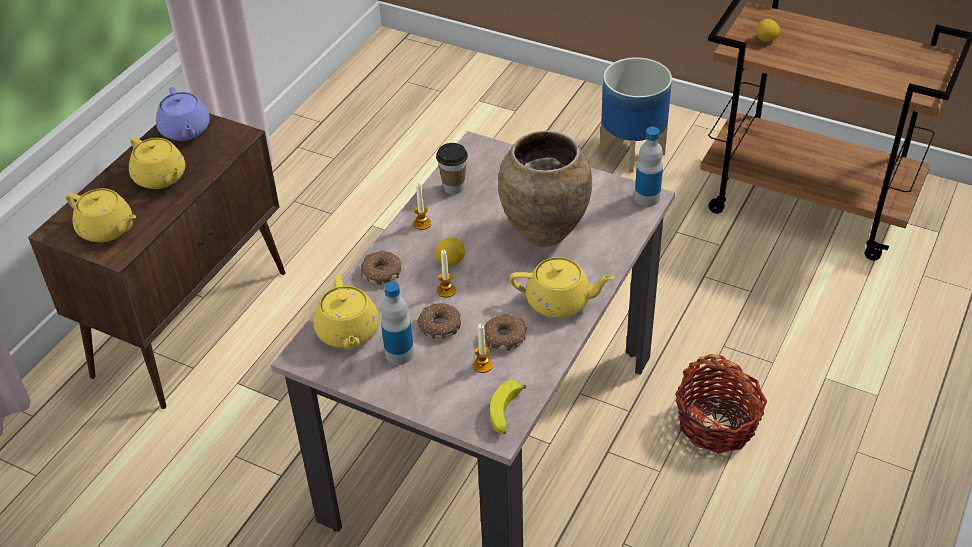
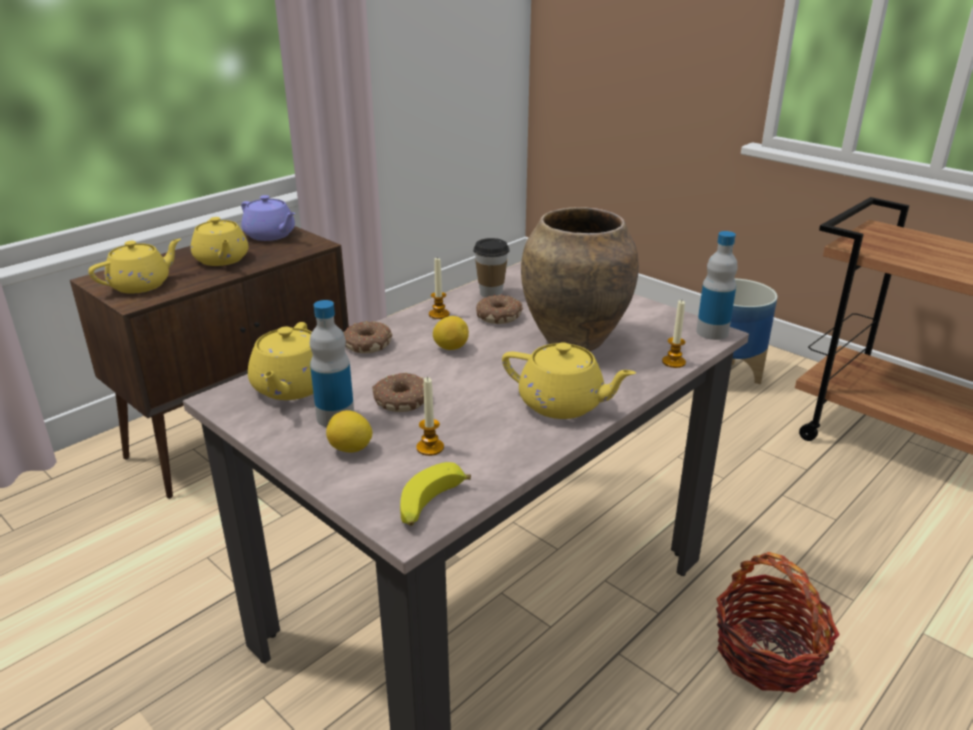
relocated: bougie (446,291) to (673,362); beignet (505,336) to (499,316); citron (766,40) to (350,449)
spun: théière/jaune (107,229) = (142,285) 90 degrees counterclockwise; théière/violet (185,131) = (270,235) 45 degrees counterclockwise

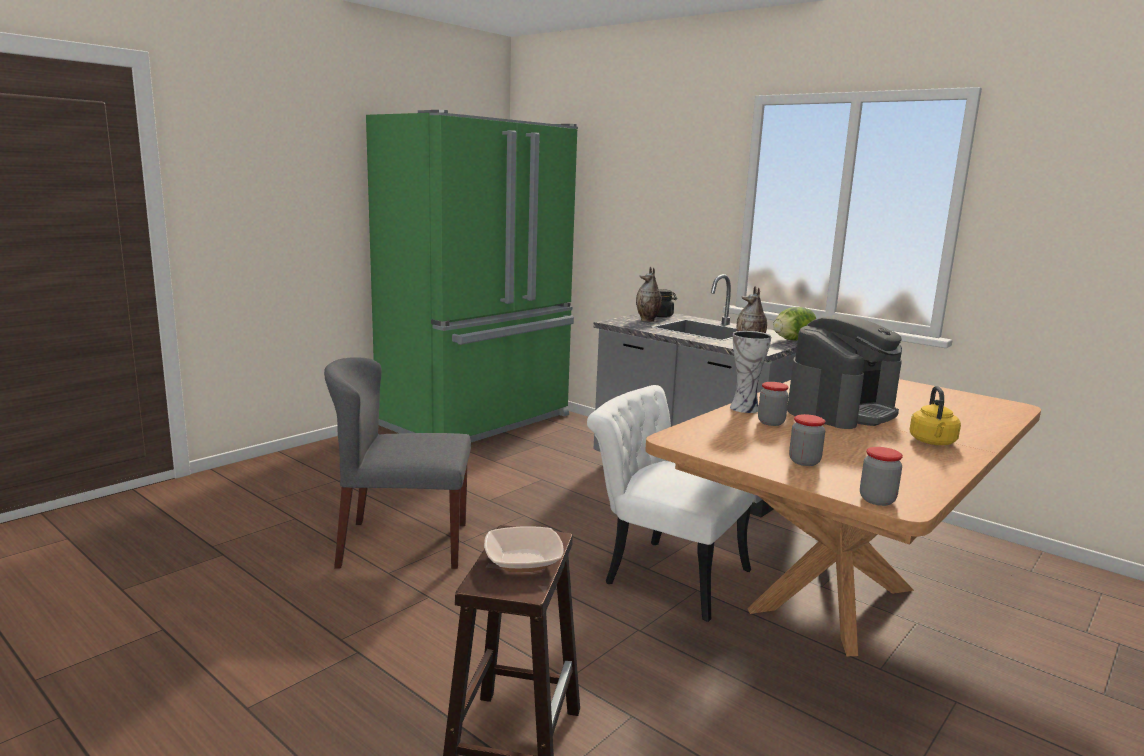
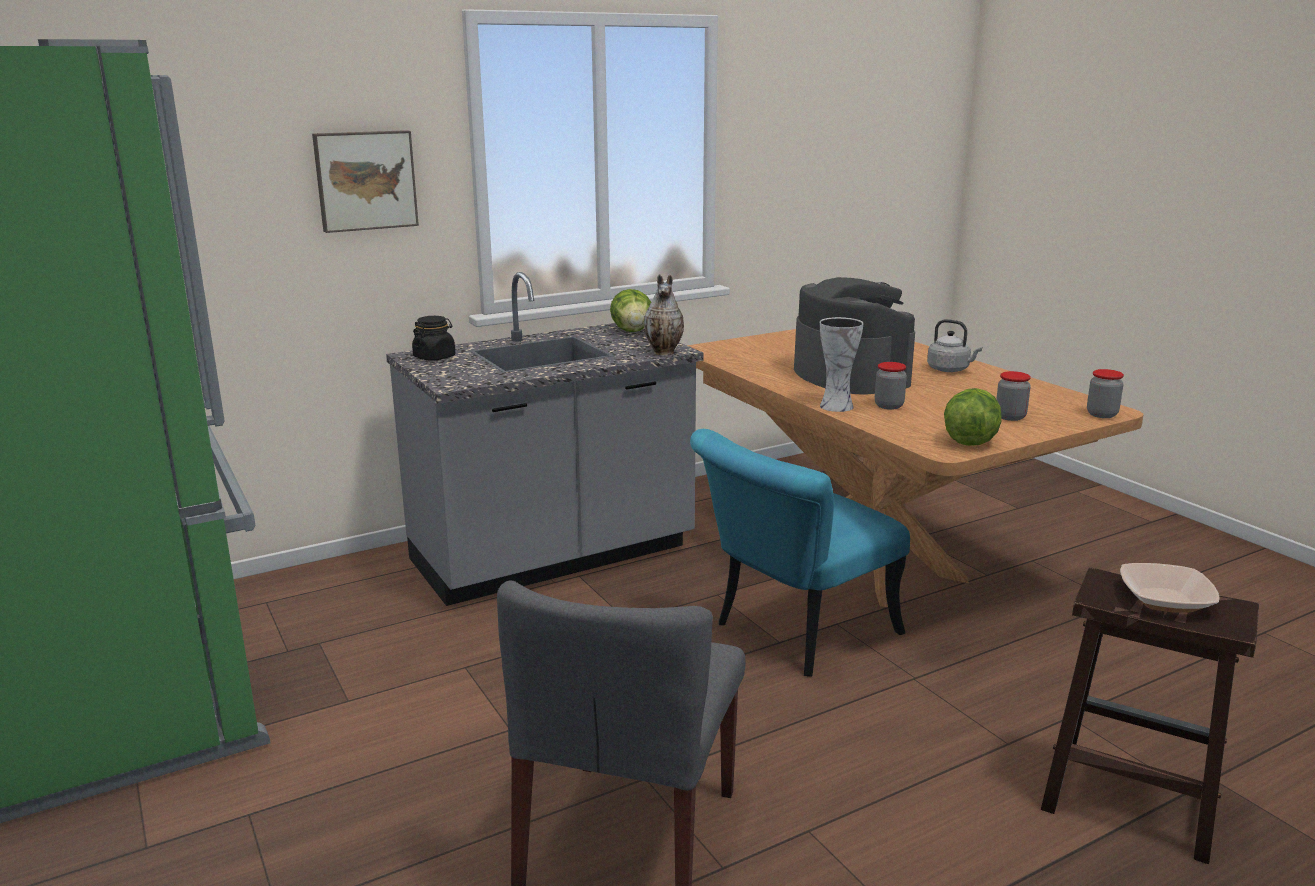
missing: vase (648,320)
appeared: tableau (365,180); laitue (970,441)
colour: chaise/blanc (663,573) to chaise/turquoise (793,635); bouilloire/jaune (933,442) to bouilloire/gris (950,370)

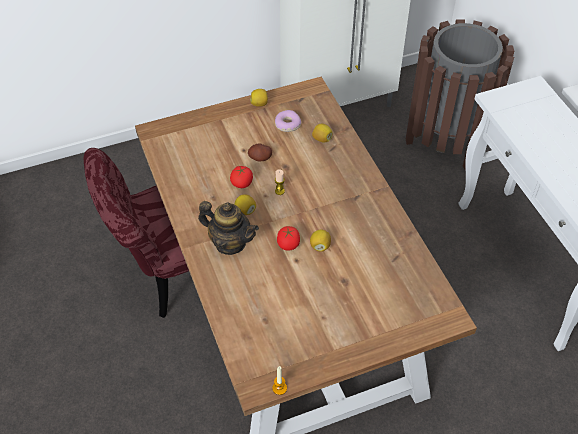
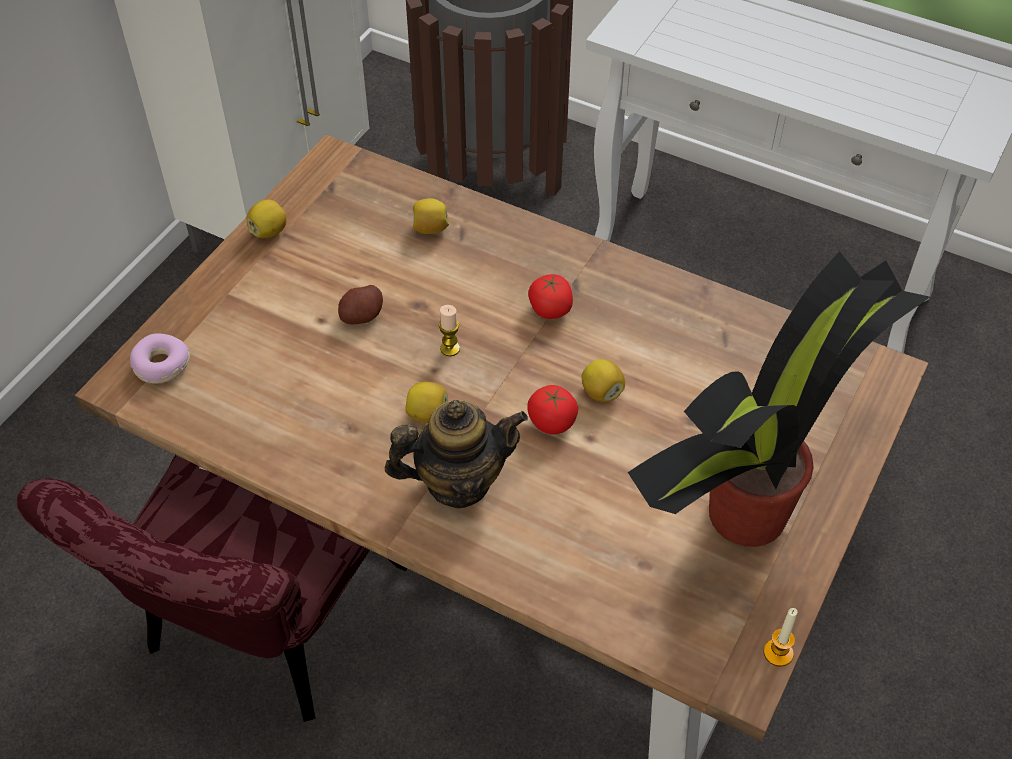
appeared: plante en pot (751,510)
relocated: tomate (242,183) to (550,310); beignet (287,124) to (161,365)

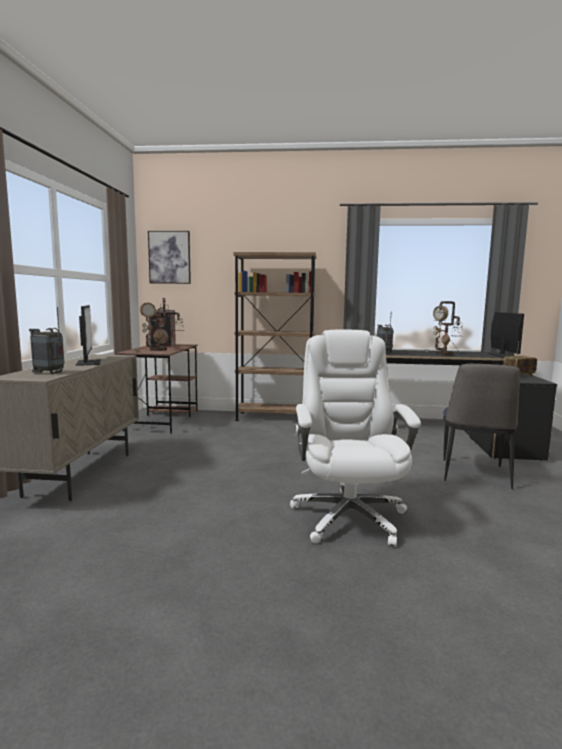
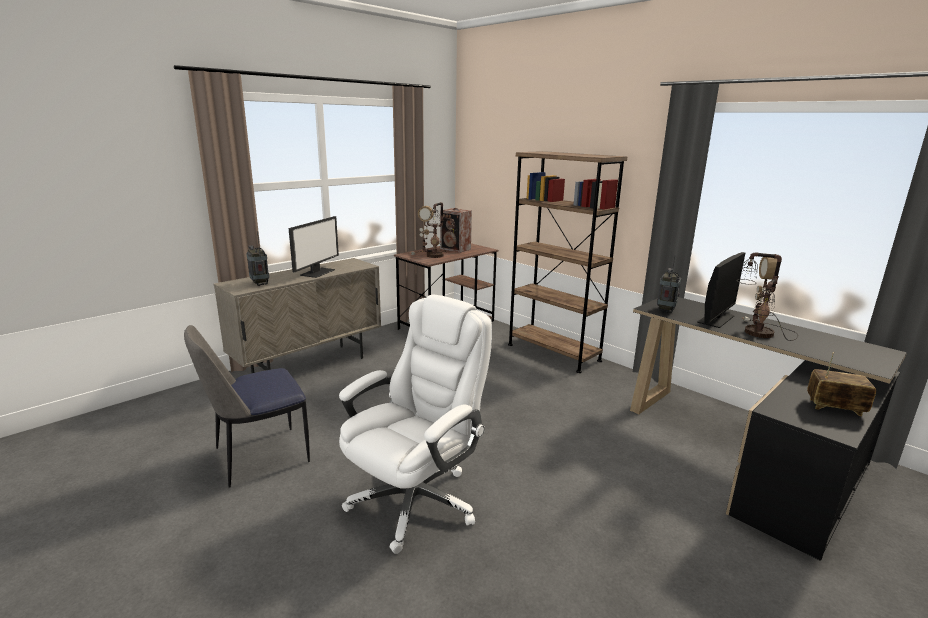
missing: tableau (169,257)
relocated: chaise (474,474) to (258,456); écran d'ordinateur (502,355) to (716,319)

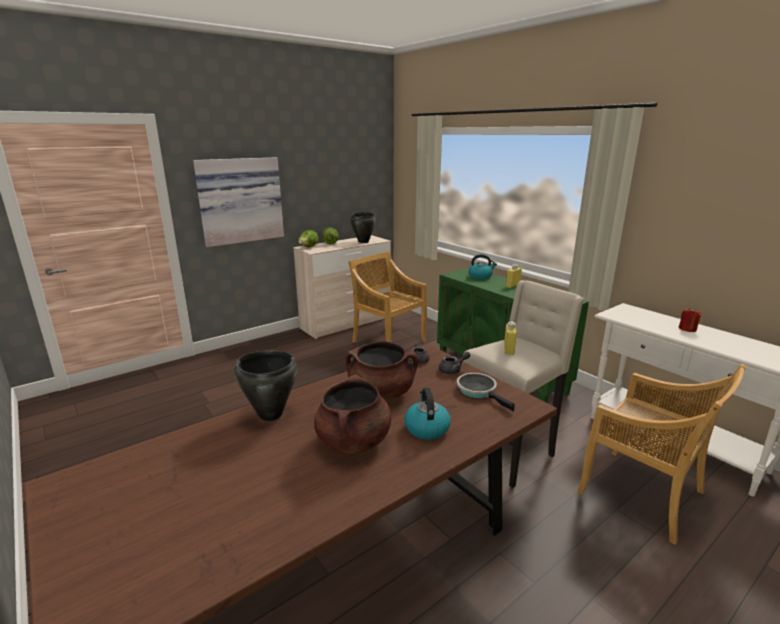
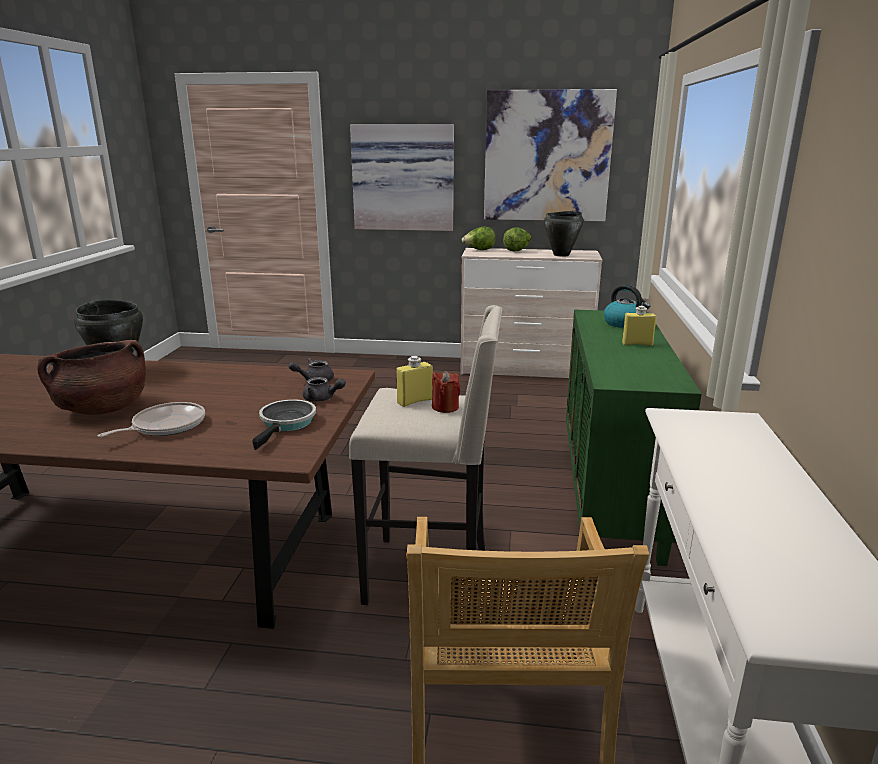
missing: marmite/marron (381,393); chaise/beige (388,341)
appeared: tableau (547,157)
relocated: bougie/rouge (687,329) to (445,407)
exchanged: bouilloire (426,428) to poêle (165,426)

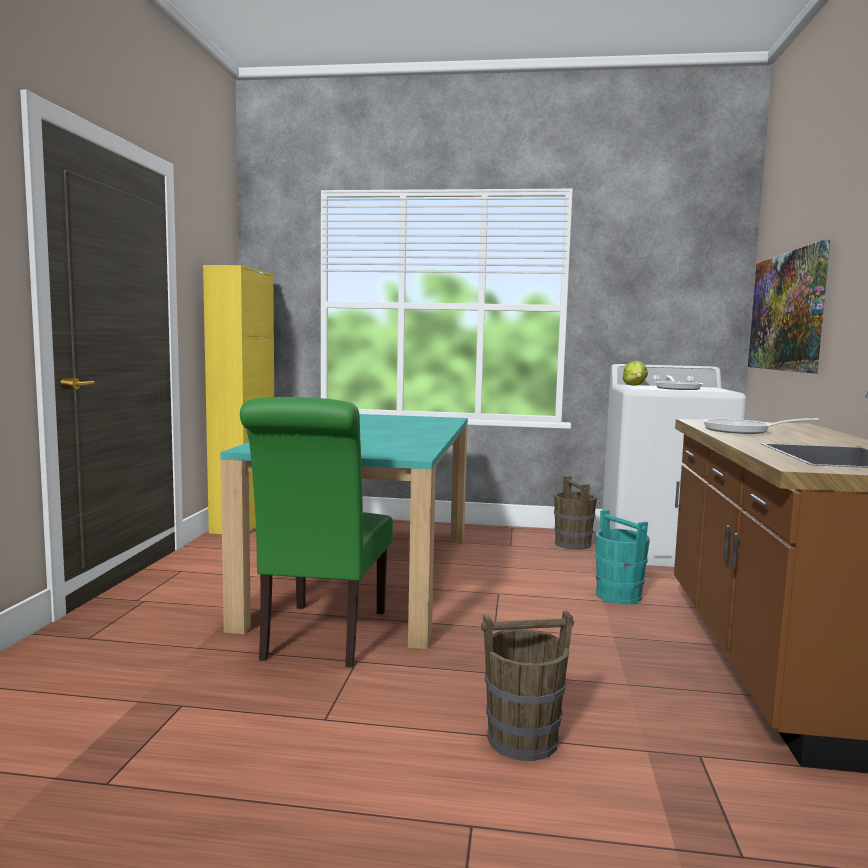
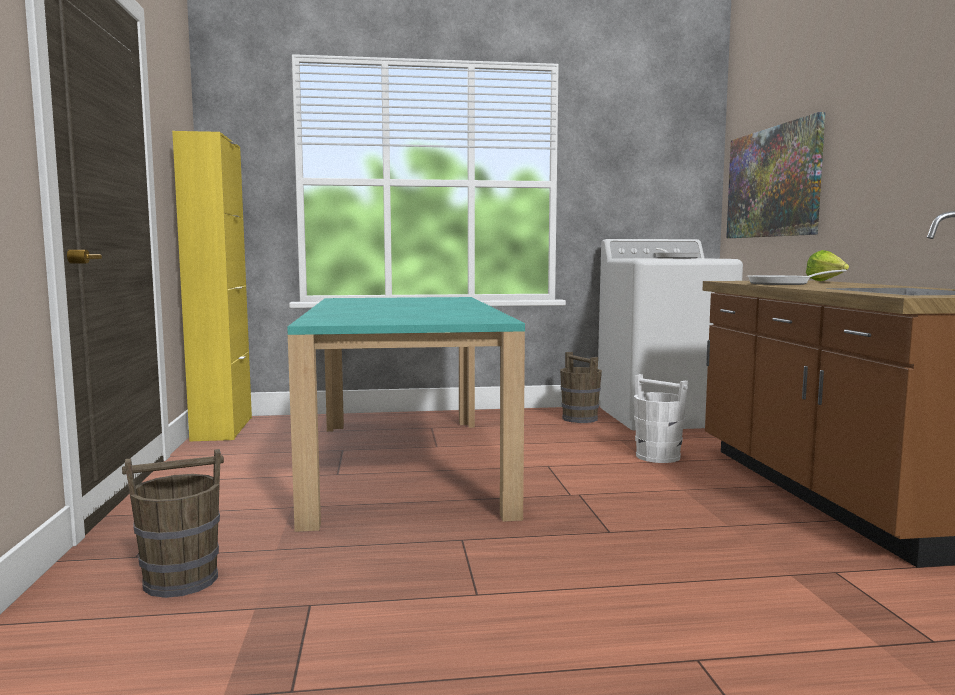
missing: chaise/vert (321,638)
relocated: seau/marron (523,739) to (181,580); laitue (634,386) to (826,281)
colour: seau/turquoise (618,596) to seau/blanc (658,456)

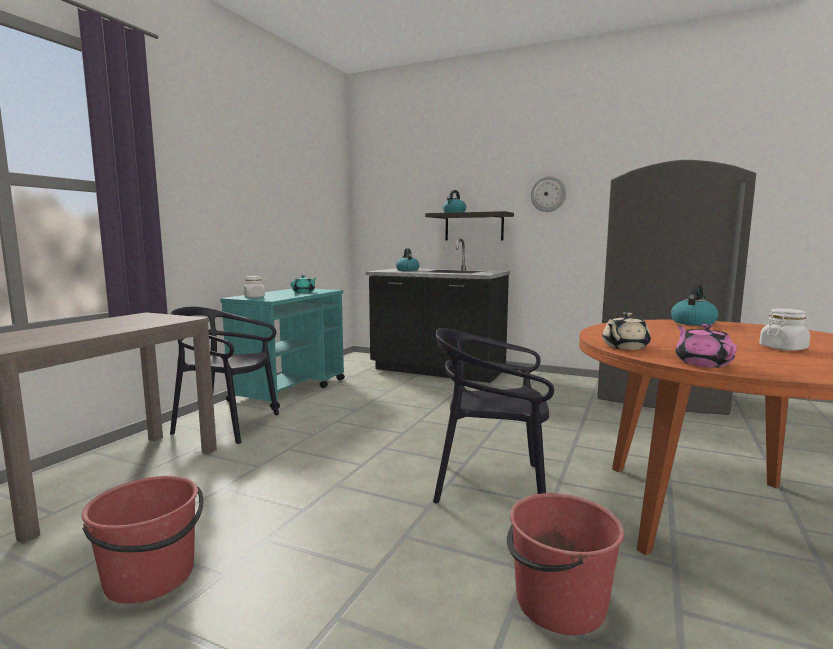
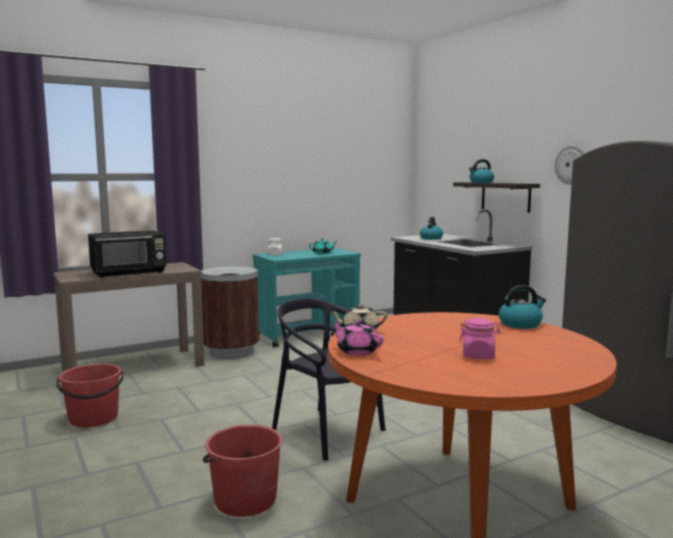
appeared: micro-ondes/noir (129,273)
exchanged: chaise/noir (227,425) to poubelle/marron (231,351)
colour: bocal/blanc (783,348) to bocal/rose (478,356)
spun: théière/rose (702,363) = (357,351) 75 degrees counterclockwise

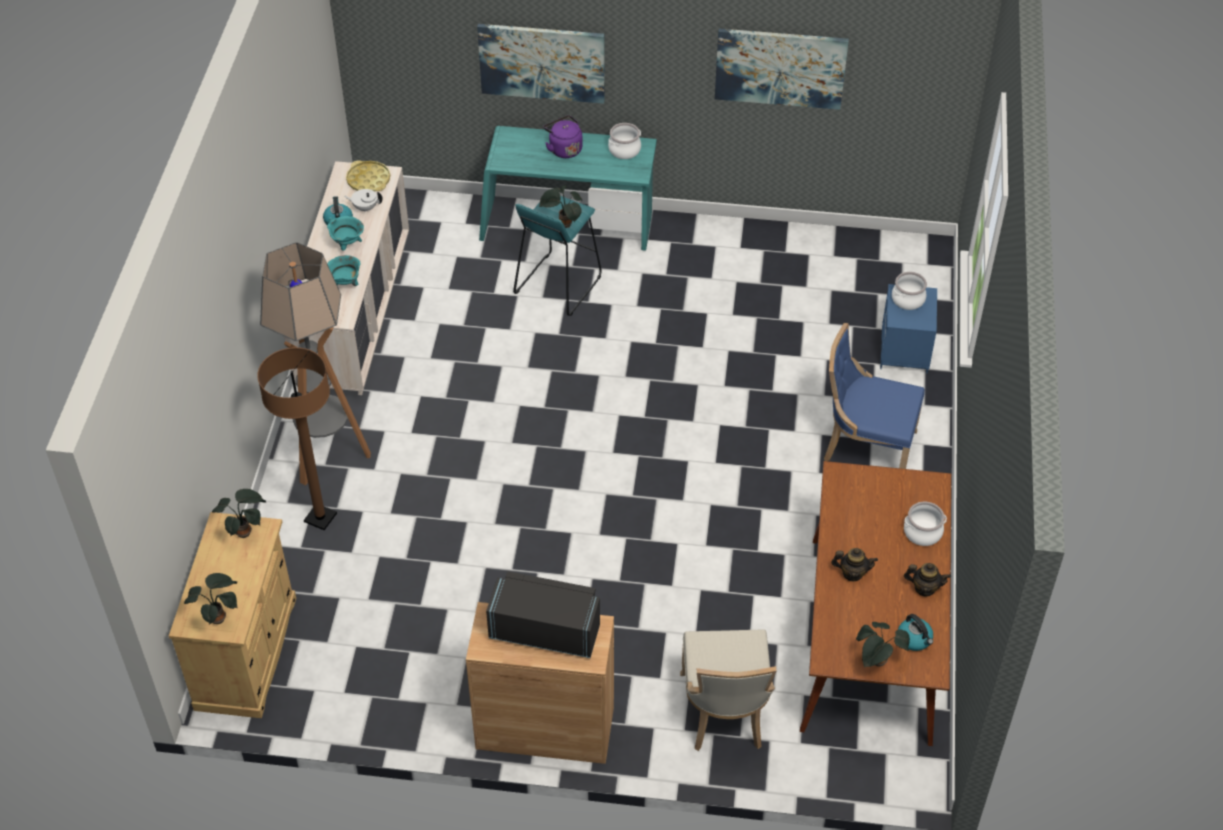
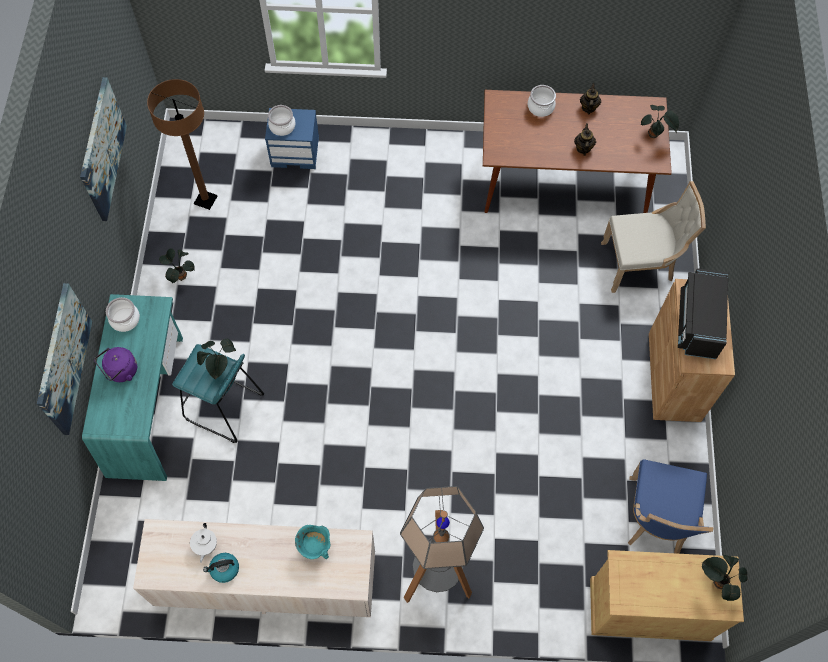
missing: marmite/turquoise (347,245); plateau/jaune (368,180); bouilloire (915,639)
relocated: plante en pot (245,532) to (180,275); lampadaire/marron (320,518) to (205,200); chaise/bleu (865,448) to (656,519)

